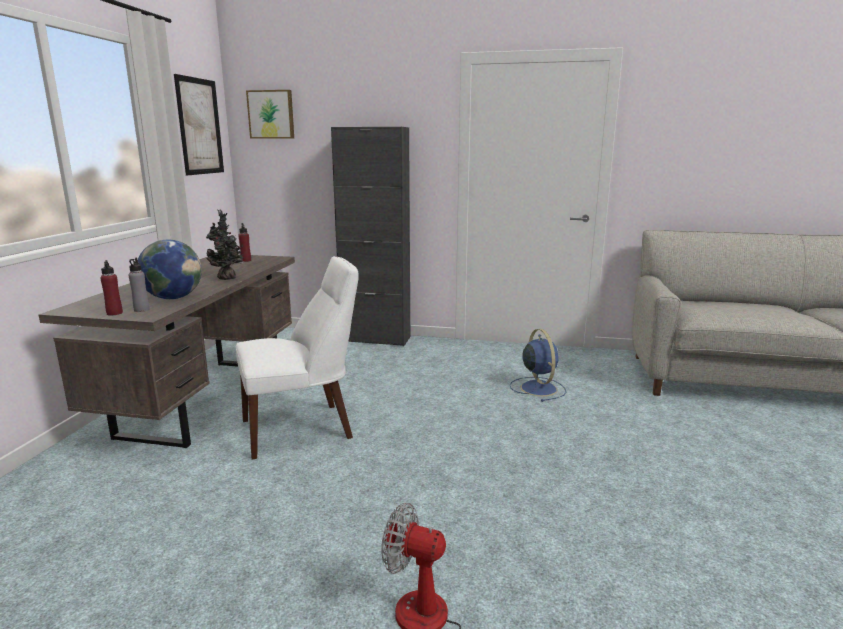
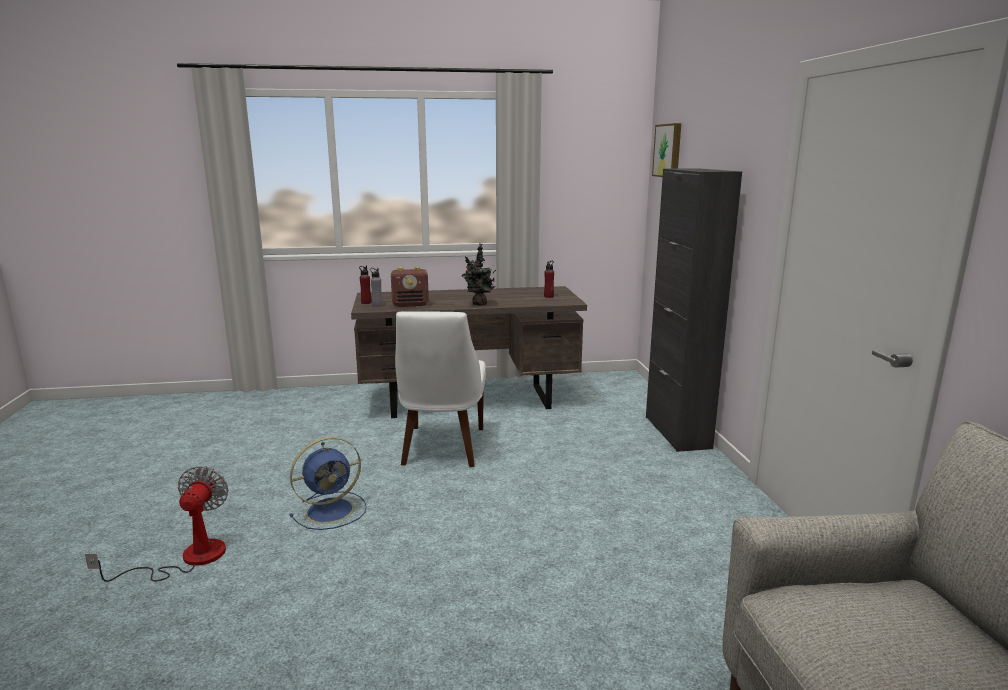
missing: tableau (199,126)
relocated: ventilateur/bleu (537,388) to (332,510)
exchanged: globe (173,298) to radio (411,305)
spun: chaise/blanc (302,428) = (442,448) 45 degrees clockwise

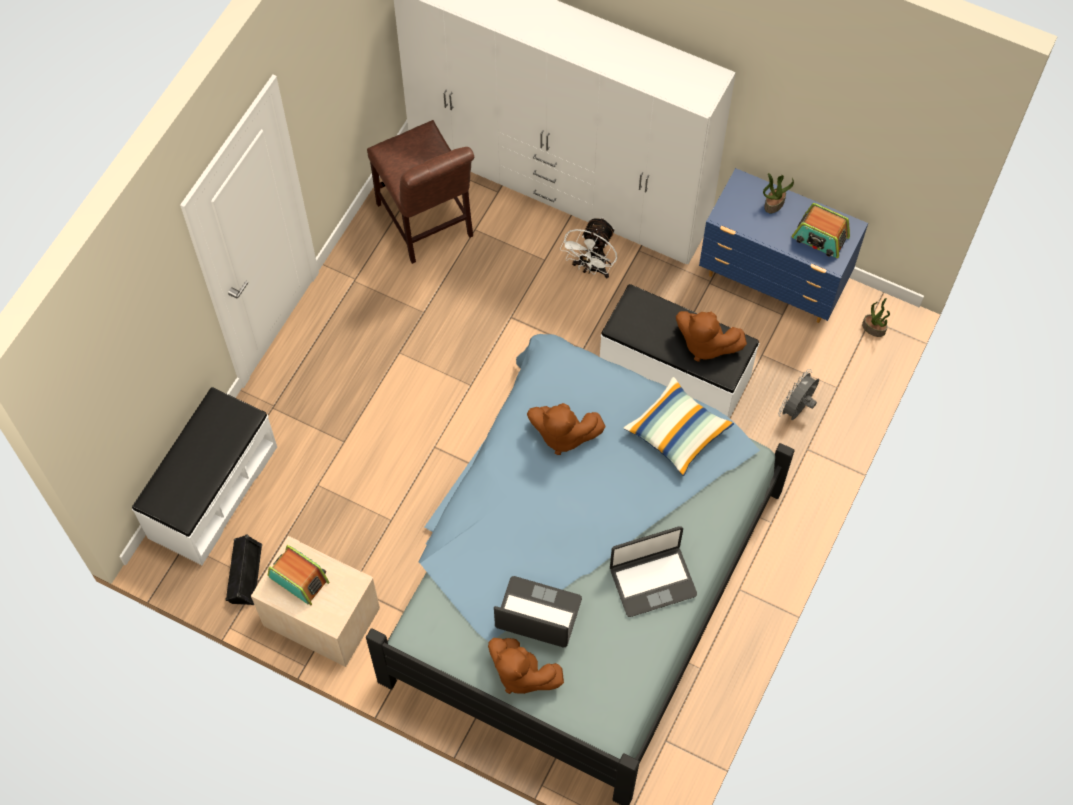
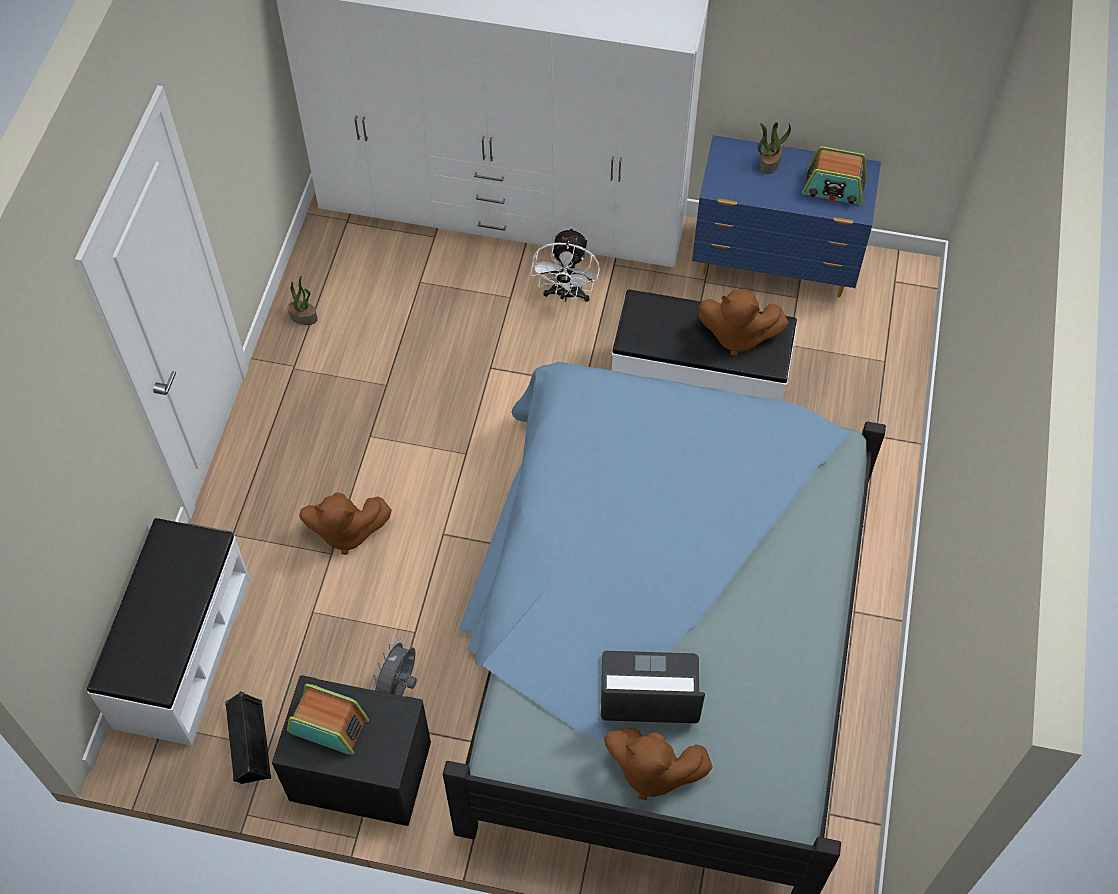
missing: chaise/marron (427,224); ordinateur portable (652,581); coussin (677,432)
relocated: peluche/marron (562,435) to (346,532); ventilateur/gris (797,409) to (398,690); plante en pot (874,328) to (304,317)
colour: table de chevet/beige (321,616) to table de chevet/noir (359,770)

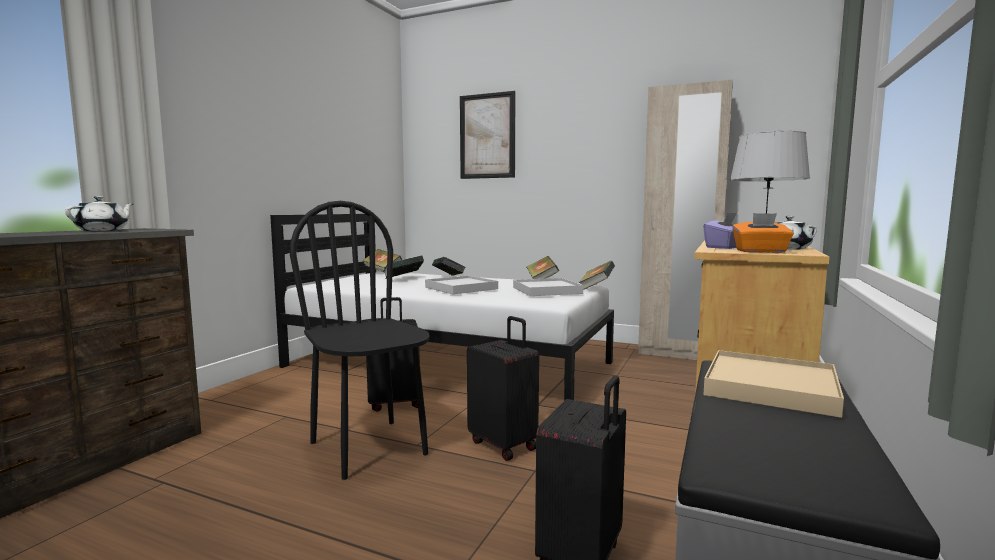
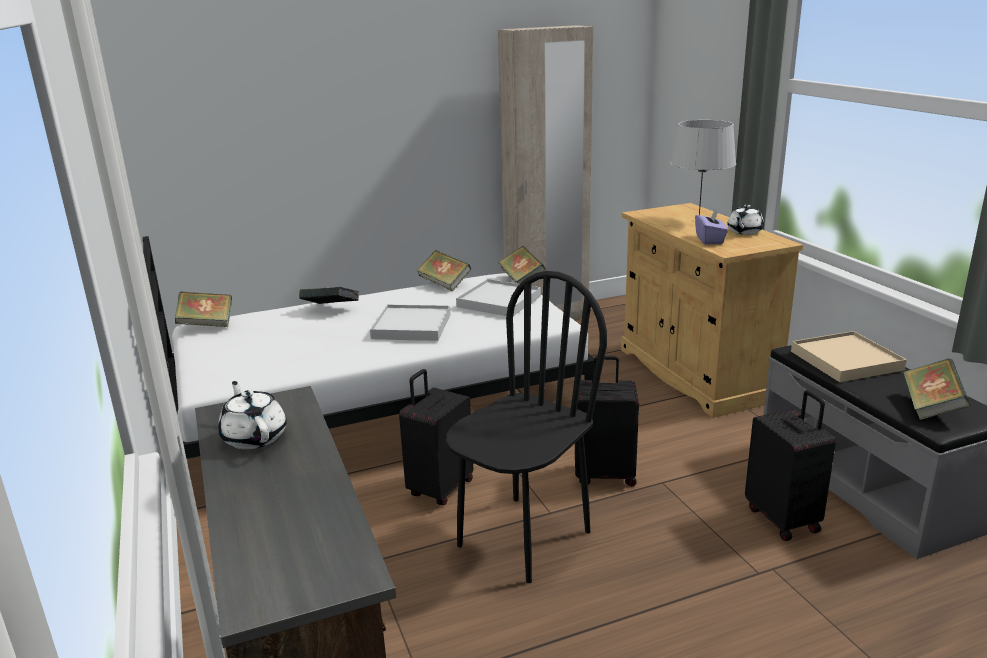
missing: tableau (487,136); boîte à mouchoirs/orange (760,251)
relocated: livre (403,278) to (931,407)
spun: chaise/noir (369,448) = (523,538) 120 degrees clockwise

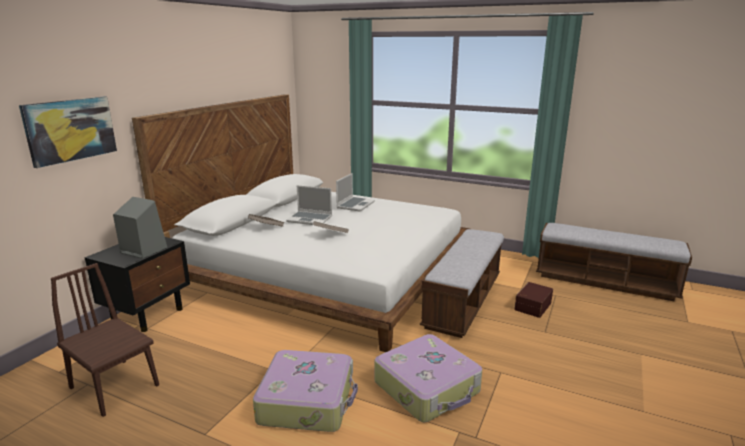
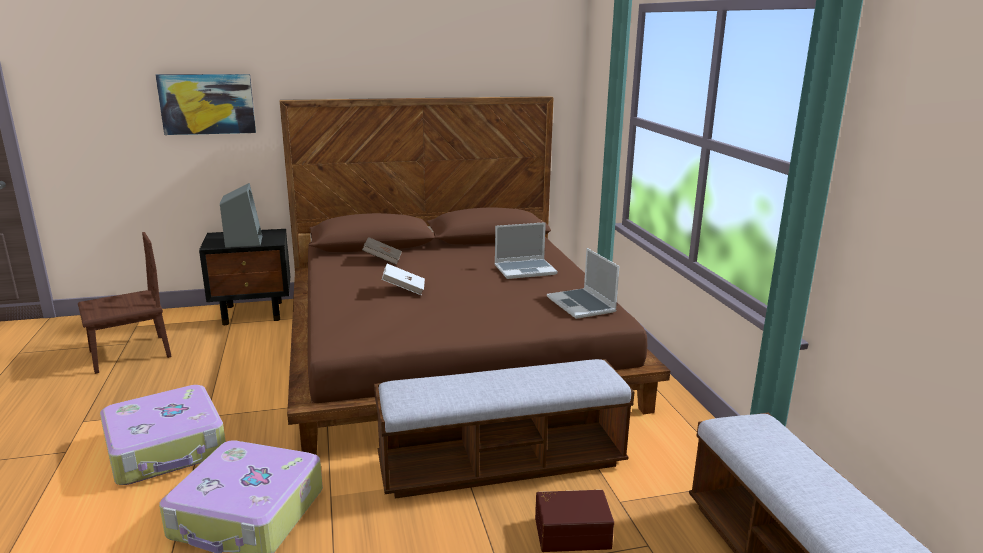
relocated: ordinateur portable (310,219) to (582,305)
colour: lit/blanc (327,271) to lit/marron (451,347)
spun: chaise/marron (114,386) = (130,354) 60 degrees clockwise

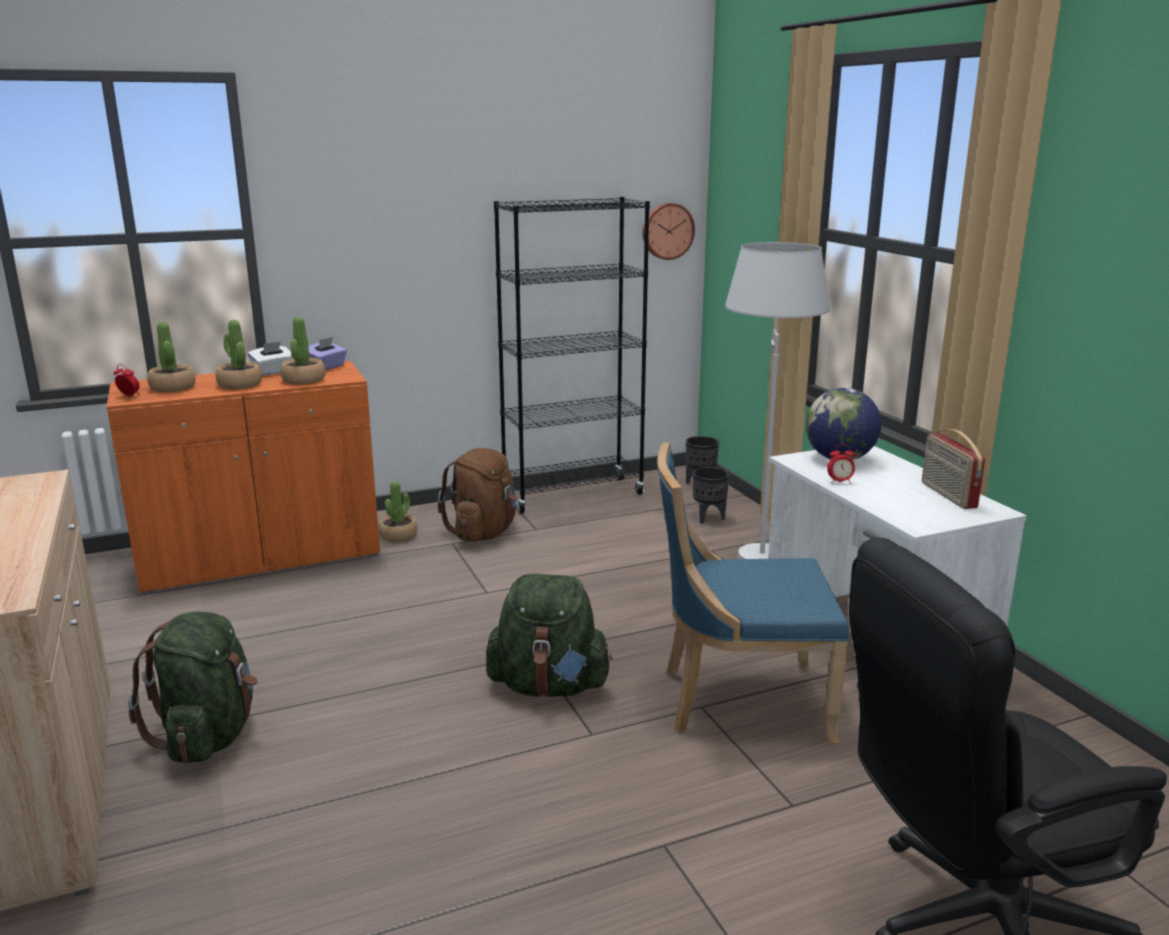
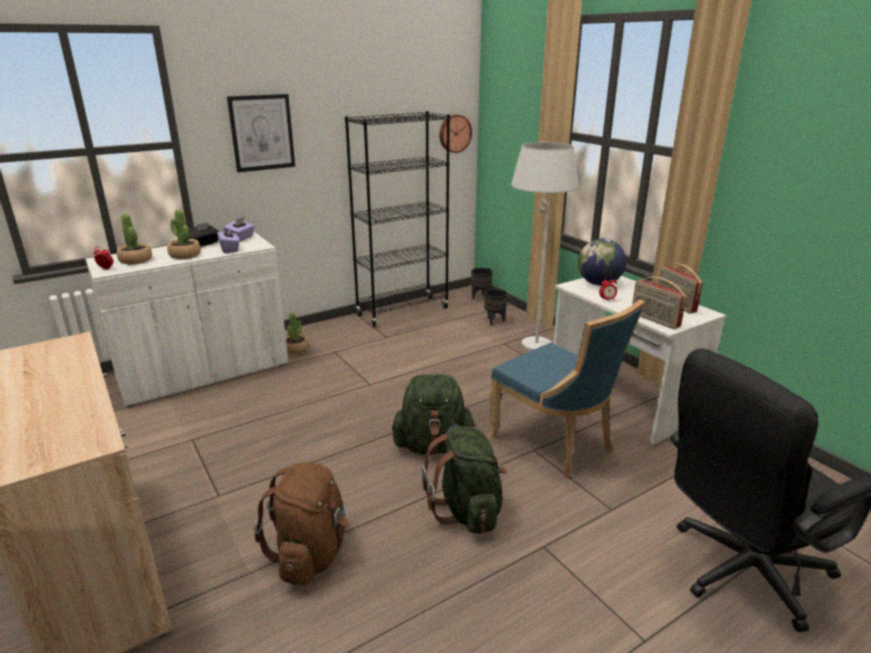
appeared: tableau (262,133); radio (654,320)
relocated: sac à dos/vert (208,736) to (467,510); sac à dos/marron (484,533) to (311,554)
exchanged: plante en pot (303,380) to boîte à mouchoirs/violet (230,249)
colour: meuble de rangement/orange (261,558) to meuble de rangement/blanc (205,373); boîte à mouchoirs/blanc (273,372) to boîte à mouchoirs/noir (204,244)
spun: chaise/bleu (738,700) = (555,443) 120 degrees counterclockwise

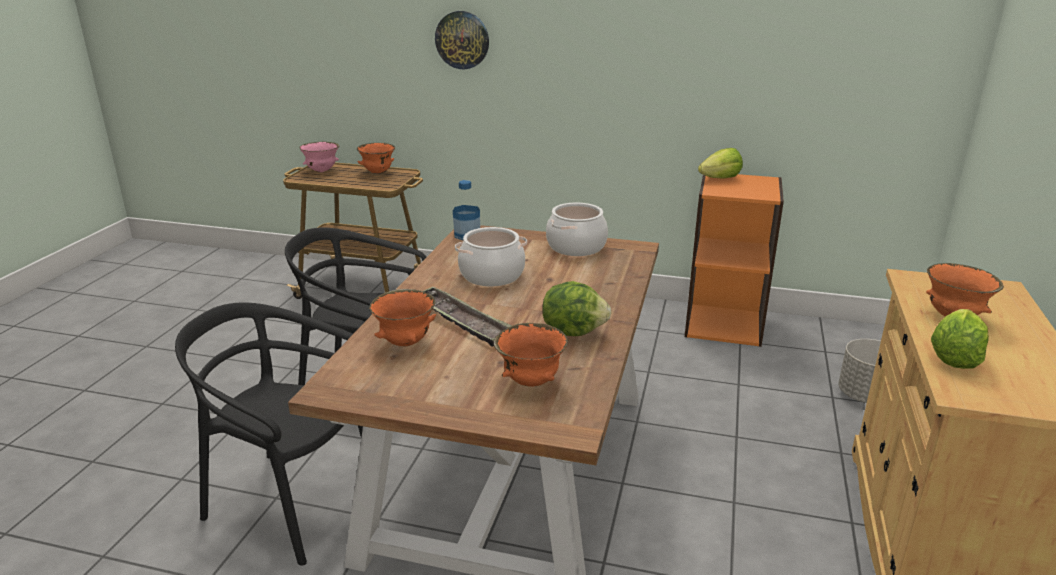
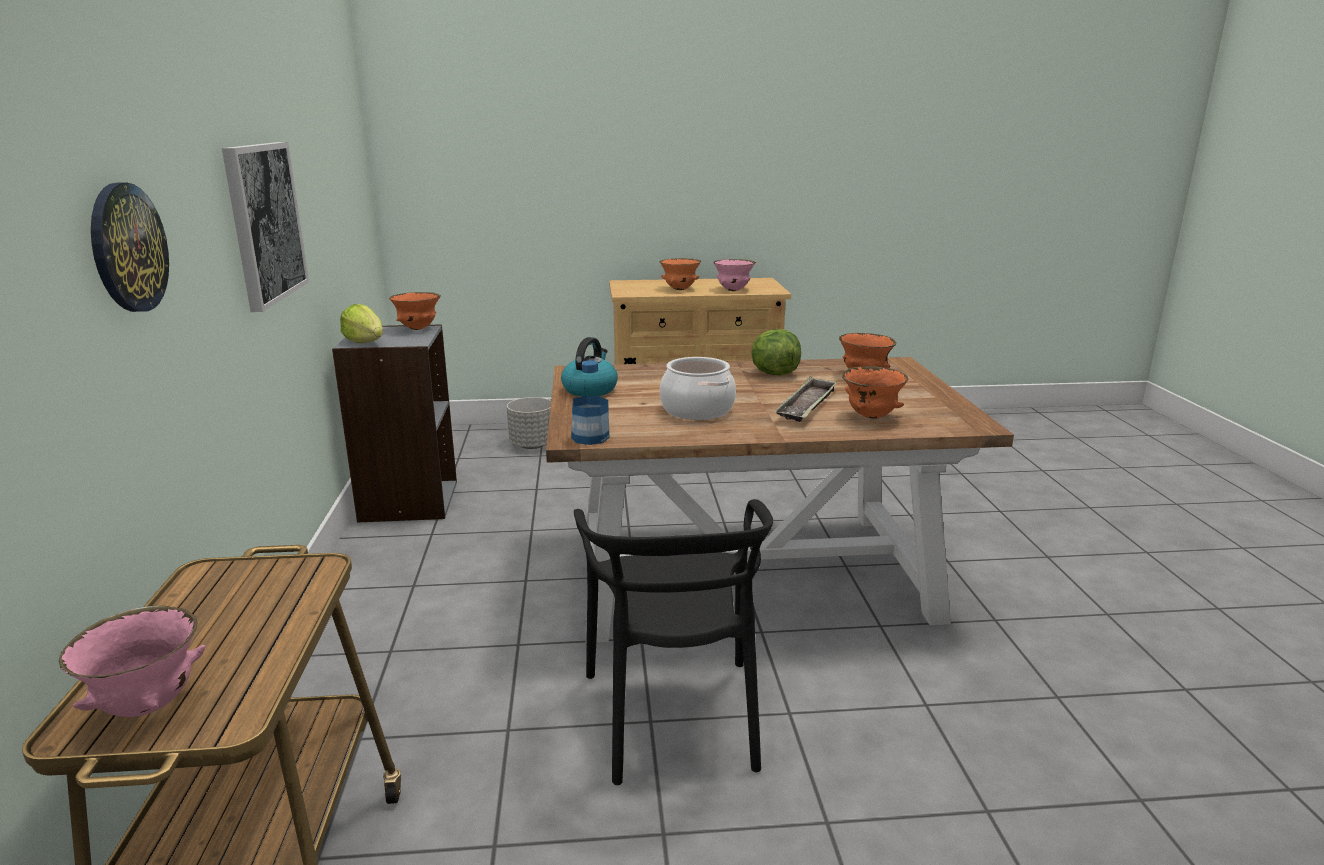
missing: chaise/noir (292,502)
appeared: tableau (264,222)
relocated: bol/orange (377,173) to (418,329)
exchanged: marmite (576,246) to bouilloire (590,389); laitue (955,357) to bol/rose (733,290)
colour: bibliothèque/orange (724,324) to bibliothèque/gris (408,501)

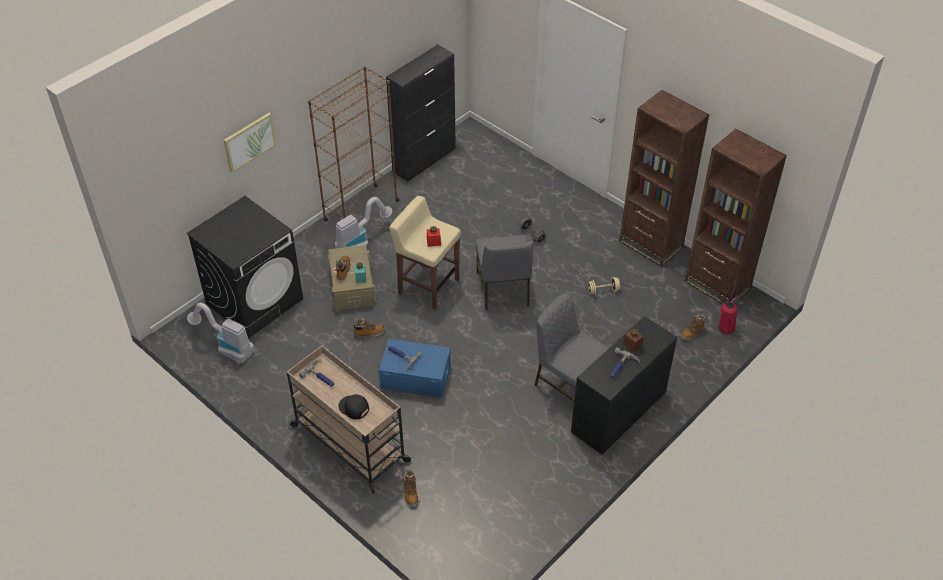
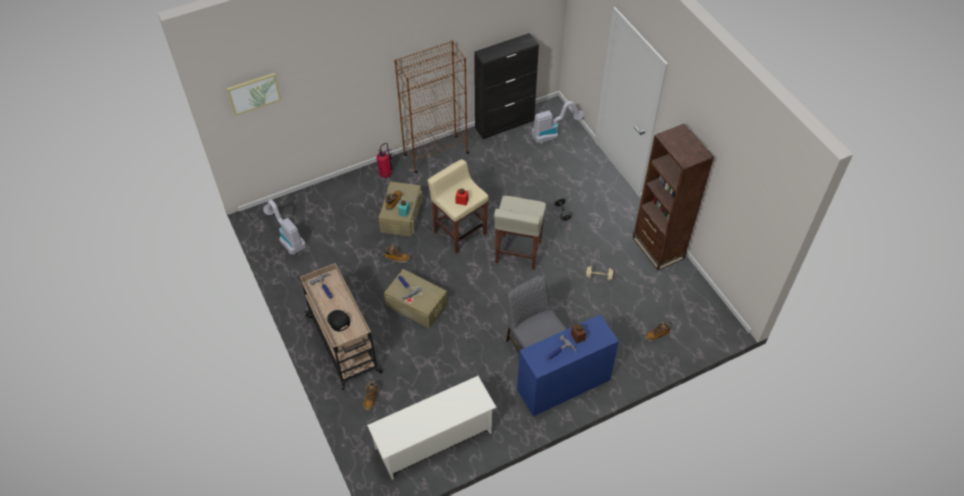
missing: lave-linge/noir (255,301); bibliothèque/marron (717,285)
appeared: étagère à chaussures/blanc (434,440)
relocated: tableau (249,141) to (254,93); aspirateur (361,242) to (553,133); extincteur (725,329) to (385,174)
exchanged: chaise/gris (503,289) to tabouret/beige (518,252)
colour: boîte de rangement/bleu (415,377) to boîte de rangement/beige (416,305); bureau/noir (619,412) to bureau/bleu (563,385)

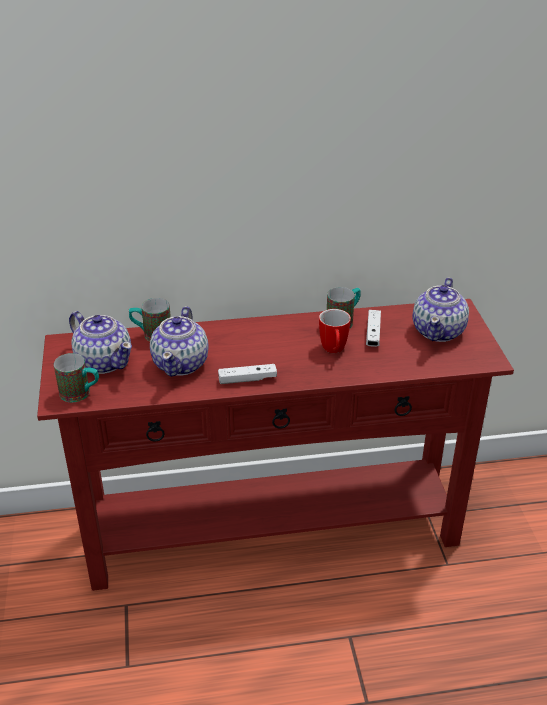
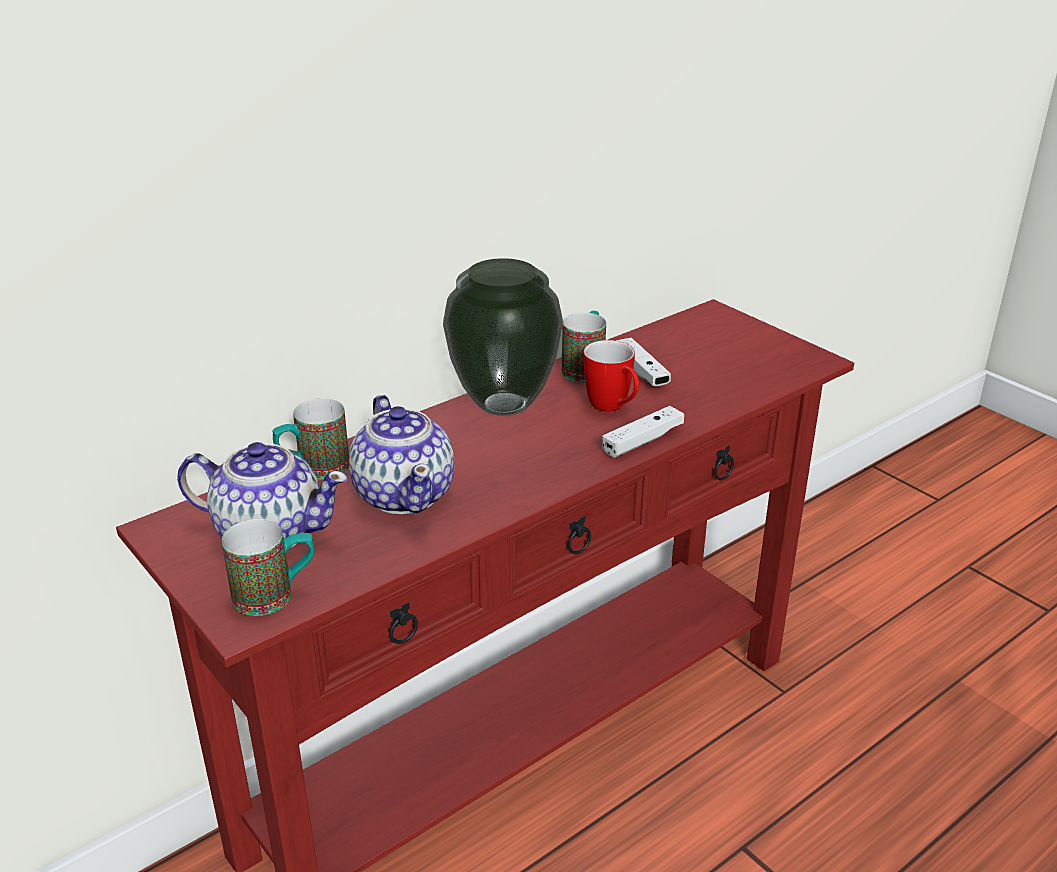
missing: théière (439,331)
appeared: vase (504,406)
relocated: manette/blanc (247,379) to (642,440)

